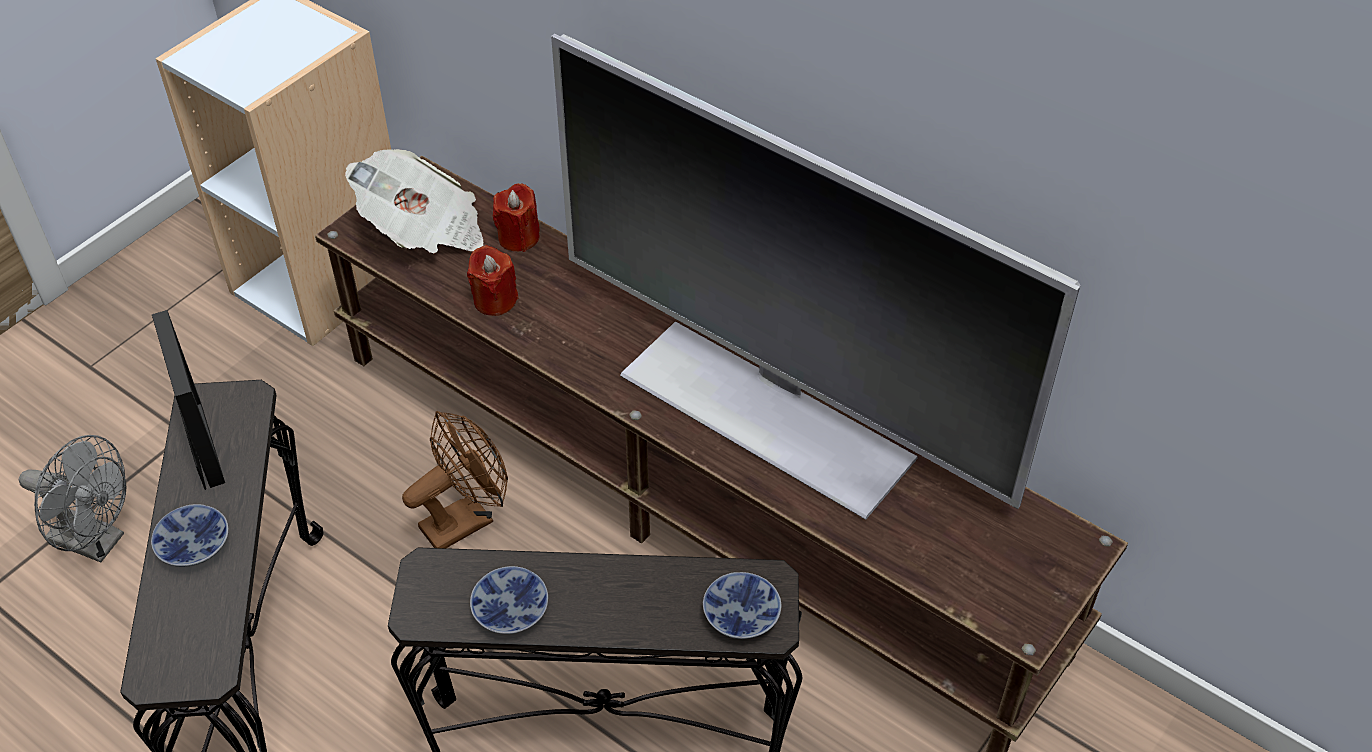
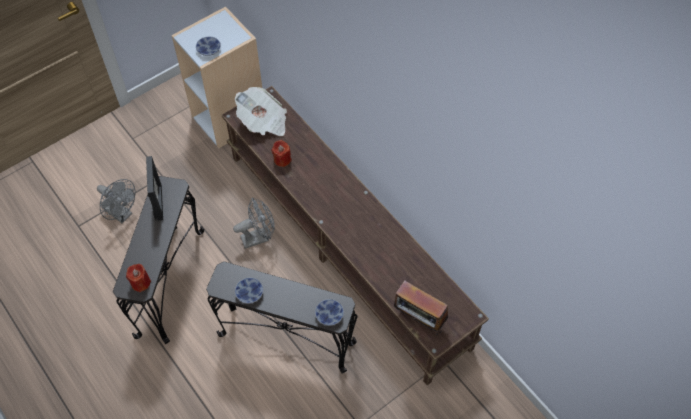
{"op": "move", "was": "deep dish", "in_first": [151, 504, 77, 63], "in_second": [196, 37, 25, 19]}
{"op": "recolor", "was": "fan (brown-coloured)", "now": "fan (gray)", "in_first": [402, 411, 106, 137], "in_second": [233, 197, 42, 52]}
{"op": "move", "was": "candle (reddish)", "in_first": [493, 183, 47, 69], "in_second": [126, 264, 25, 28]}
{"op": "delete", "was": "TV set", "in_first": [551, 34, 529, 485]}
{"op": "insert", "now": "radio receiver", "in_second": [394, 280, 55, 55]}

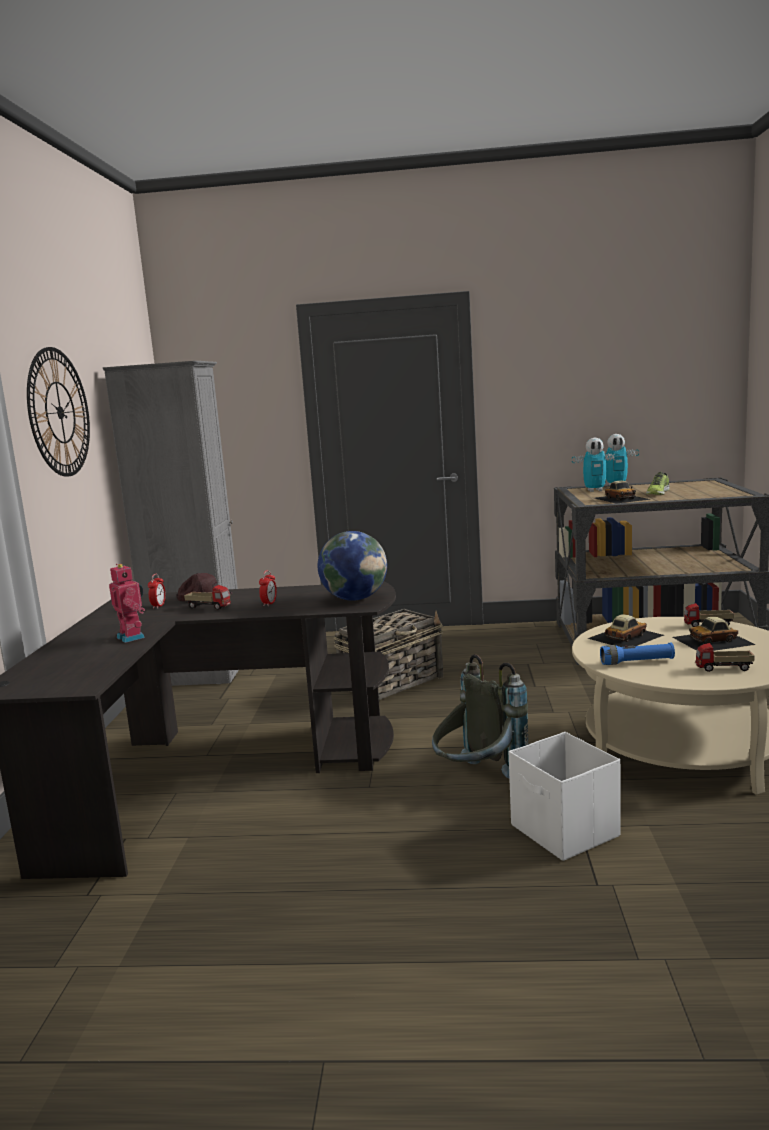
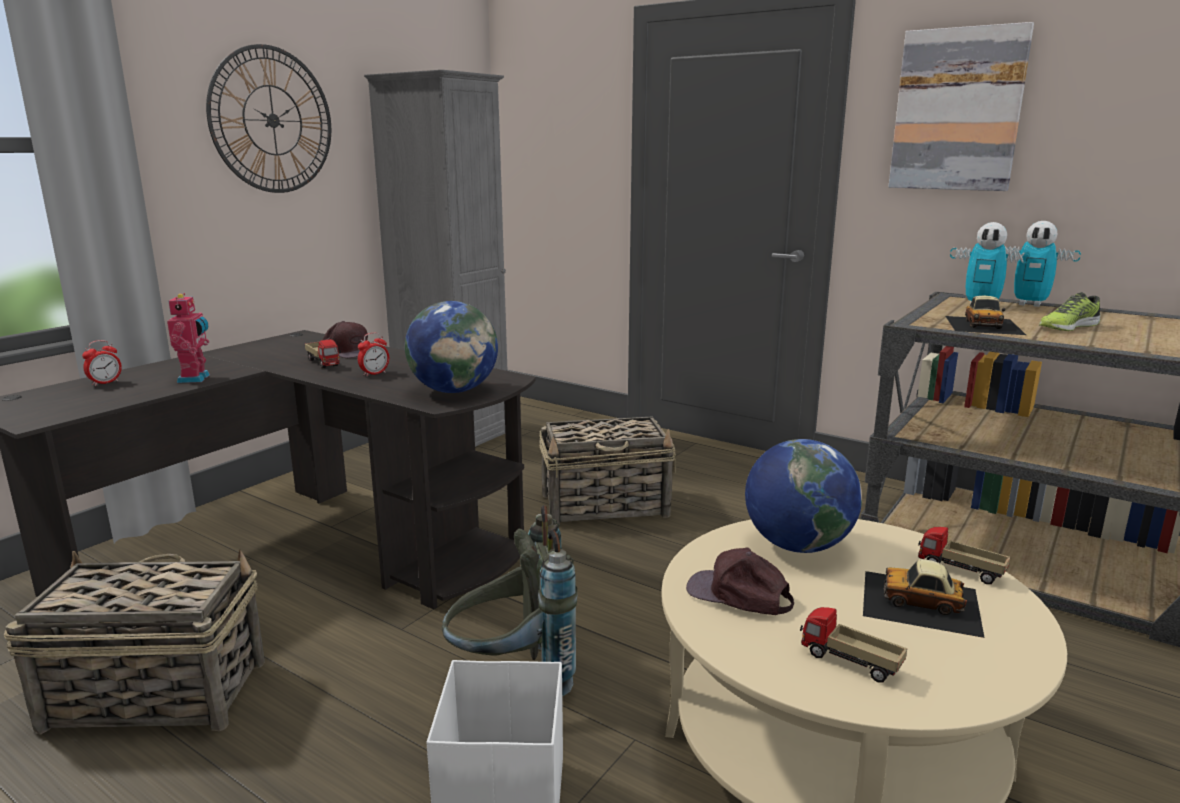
{"op": "move", "was": "alarm clock", "in_first": [148, 574, 18, 35], "in_second": [82, 340, 40, 46]}
{"op": "replace", "was": "miniature car", "now": "desk globe", "in_first": [587, 614, 77, 33], "in_second": [745, 439, 117, 114]}
{"op": "replace", "was": "hand torch (blue)", "now": "baseball cap (brown-coloured)", "in_first": [600, 643, 75, 22], "in_second": [686, 547, 108, 68]}
{"op": "insert", "now": "household basket", "in_second": [4, 550, 261, 185]}
{"op": "insert", "now": "wall art", "in_second": [888, 22, 146, 169]}

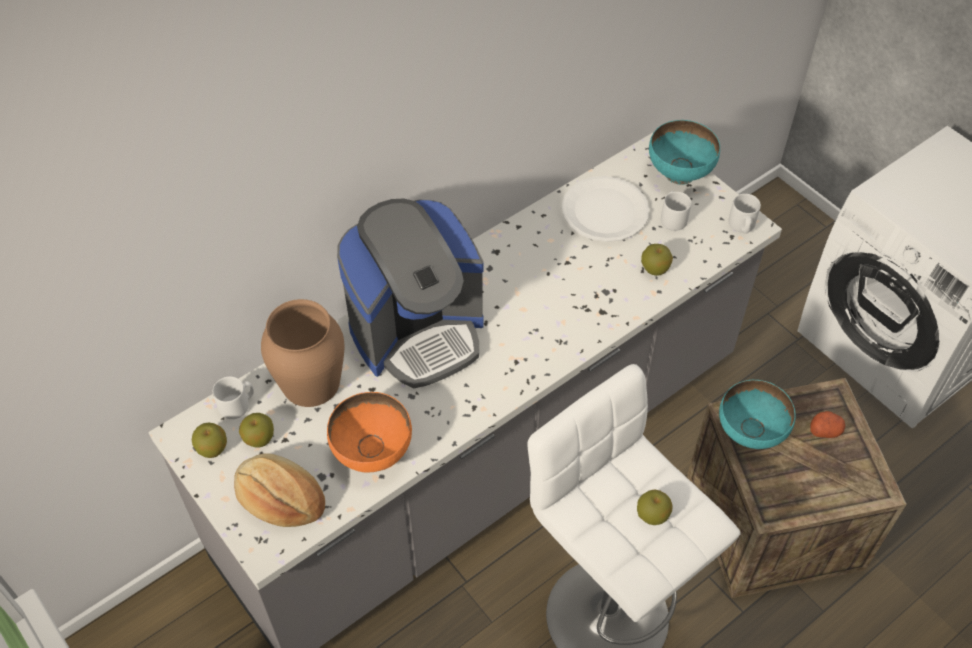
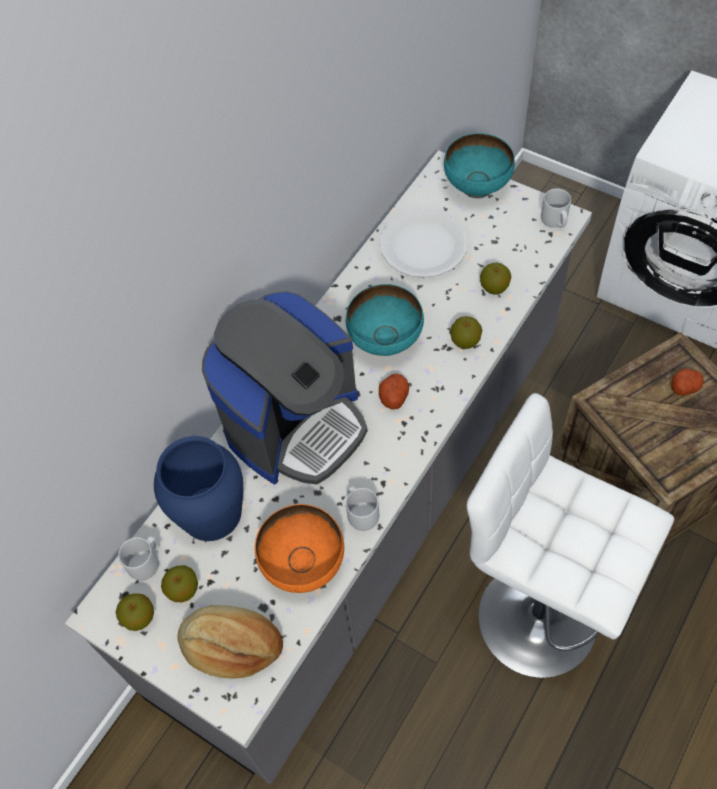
{"op": "recolor", "was": "decorative vase (brown-coloured)", "now": "decorative vase (blue)", "in_first": [261, 299, 84, 108], "in_second": [154, 436, 89, 105]}
{"op": "move", "was": "apple fruit", "in_first": [637, 489, 36, 36], "in_second": [450, 316, 32, 33]}
{"op": "move", "was": "tea mug (gray)", "in_first": [661, 191, 30, 40], "in_second": [346, 486, 33, 45]}
{"op": "move", "was": "deep dish (turquoise-coloured)", "in_first": [719, 380, 77, 69], "in_second": [346, 284, 78, 72]}
{"op": "insert", "now": "potato", "in_second": [379, 373, 30, 37]}

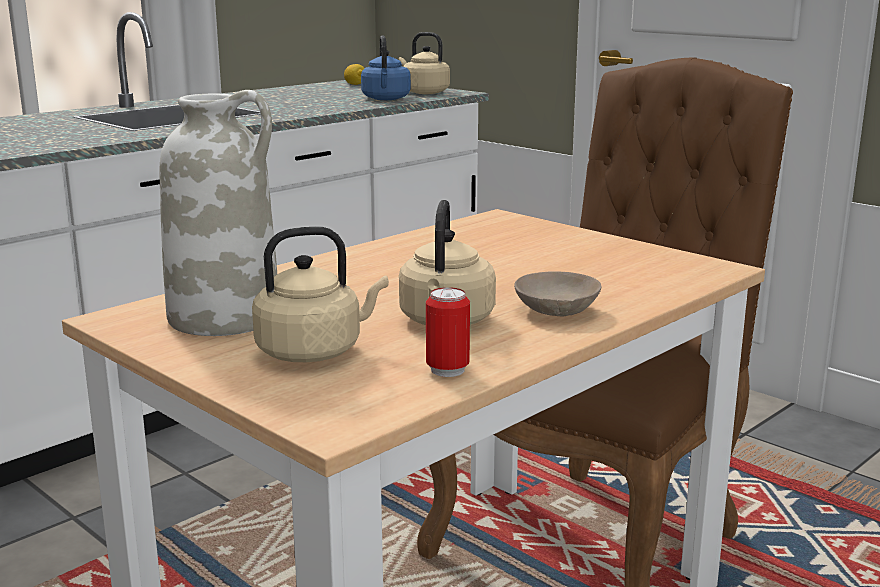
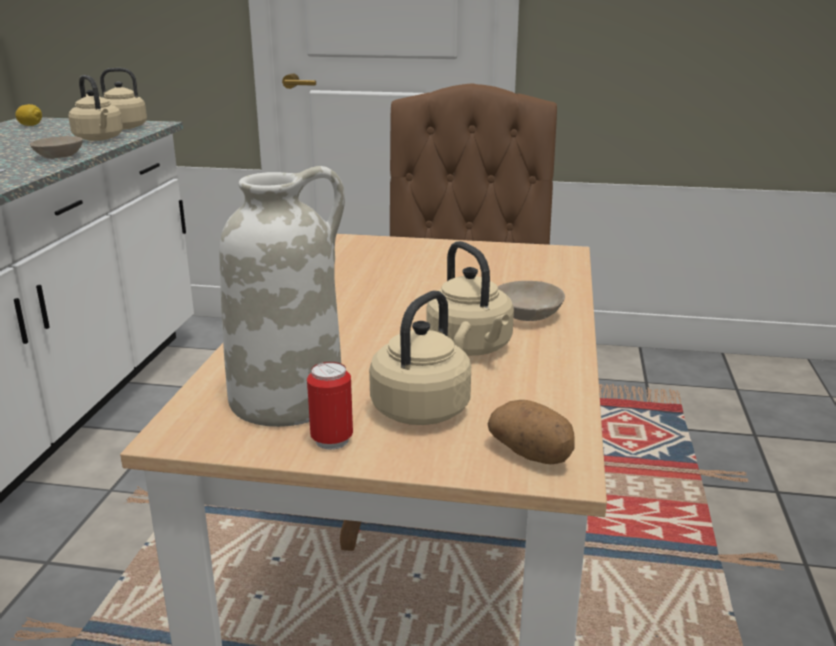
{"op": "recolor", "was": "water kettle (blue)", "now": "water kettle (beige-coloured)", "in_first": [361, 35, 50, 65], "in_second": [68, 75, 55, 66]}
{"op": "move", "was": "metal can", "in_first": [426, 287, 44, 90], "in_second": [307, 362, 46, 88]}
{"op": "insert", "now": "deep dish (beige-coloured)", "in_second": [30, 136, 53, 23]}
{"op": "insert", "now": "potato", "in_second": [488, 400, 86, 64]}

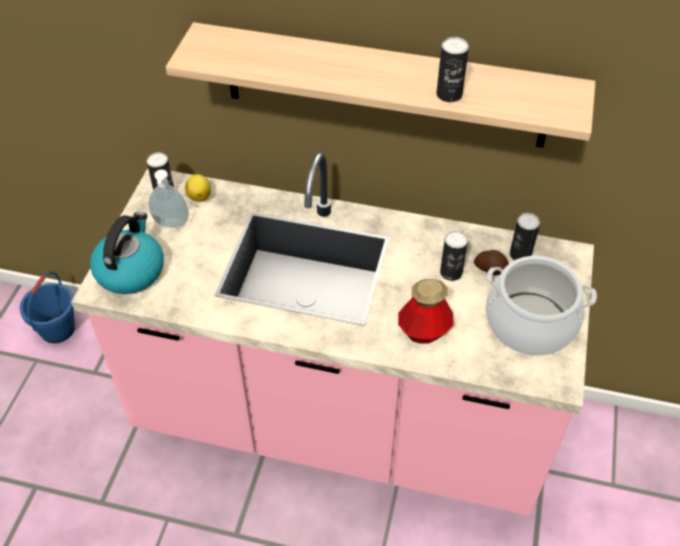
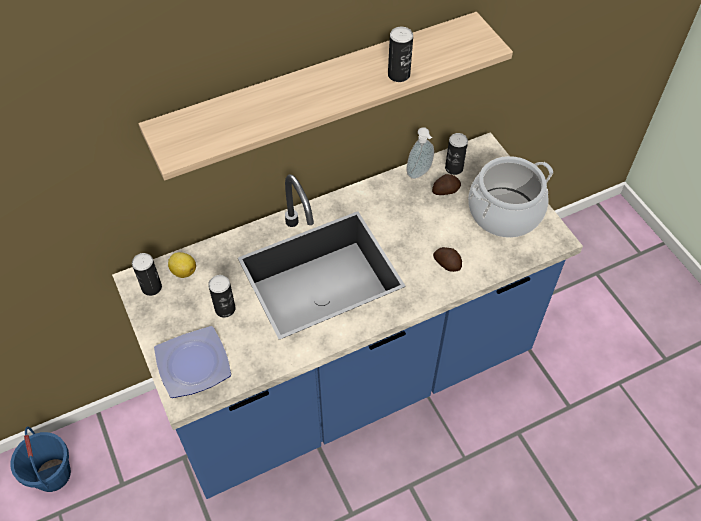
{"op": "recolor", "was": "kitchen counter (pink-coloured)", "now": "kitchen counter (blue)", "in_first": [71, 152, 523, 364], "in_second": [112, 132, 471, 367]}
{"op": "replace", "was": "water kettle", "now": "flat dish", "in_first": [90, 212, 74, 82], "in_second": [154, 326, 77, 72]}
{"op": "move", "was": "liquid soap bottle", "in_first": [149, 169, 40, 58], "in_second": [406, 127, 28, 52]}
{"op": "replace", "was": "bottle", "now": "potato", "in_first": [398, 279, 56, 65], "in_second": [433, 247, 29, 25]}
{"op": "move", "was": "metal can", "in_first": [440, 231, 28, 50], "in_second": [208, 275, 27, 43]}

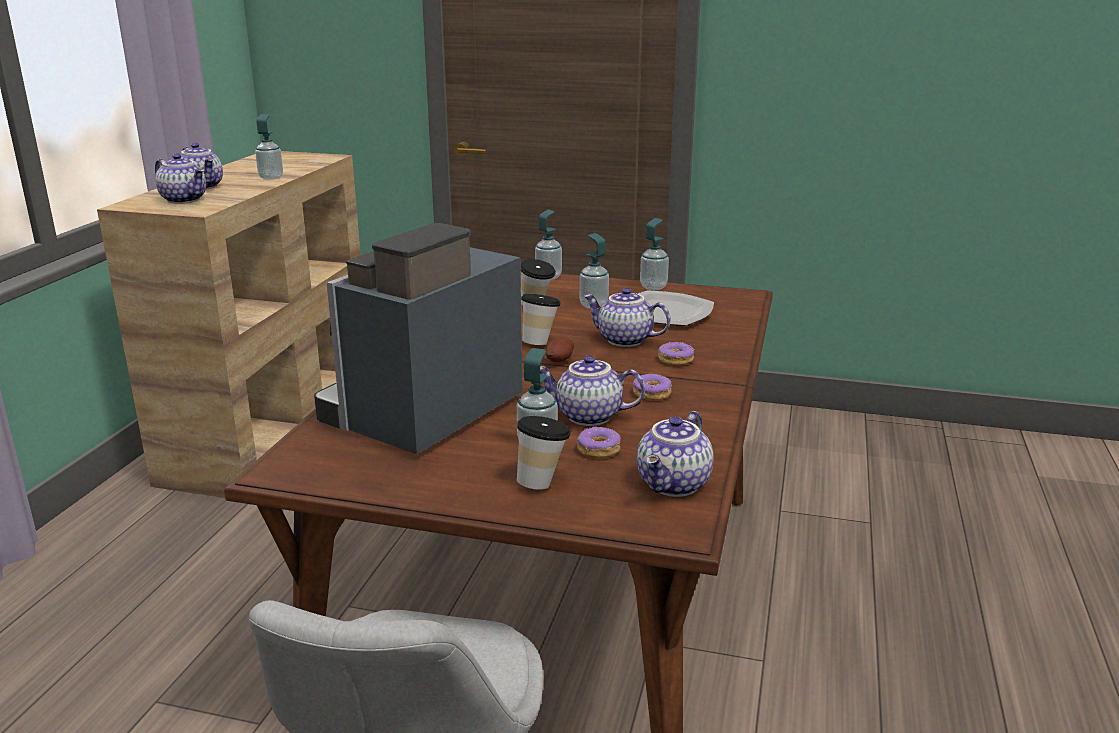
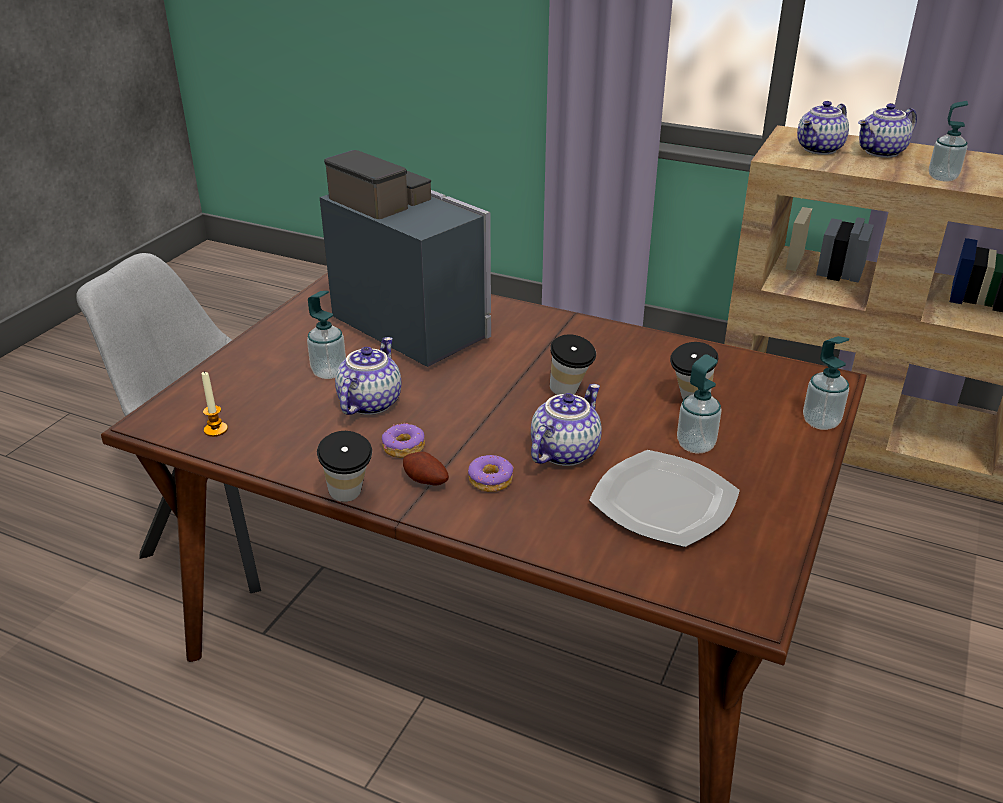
{"op": "move", "was": "drinking cup", "in_first": [517, 416, 54, 74], "in_second": [317, 431, 55, 71]}
{"op": "move", "was": "potato", "in_first": [546, 338, 28, 24], "in_second": [403, 452, 46, 33]}
{"op": "delete", "was": "donut", "in_first": [577, 426, 44, 33]}
{"op": "replace", "was": "pot for tea", "now": "candle", "in_first": [637, 411, 76, 86], "in_second": [201, 371, 27, 66]}
{"op": "delete", "was": "liquid soap bottle", "in_first": [640, 218, 29, 72]}

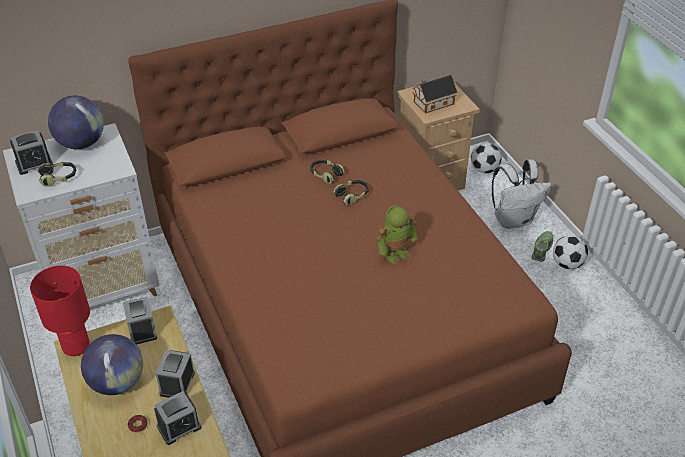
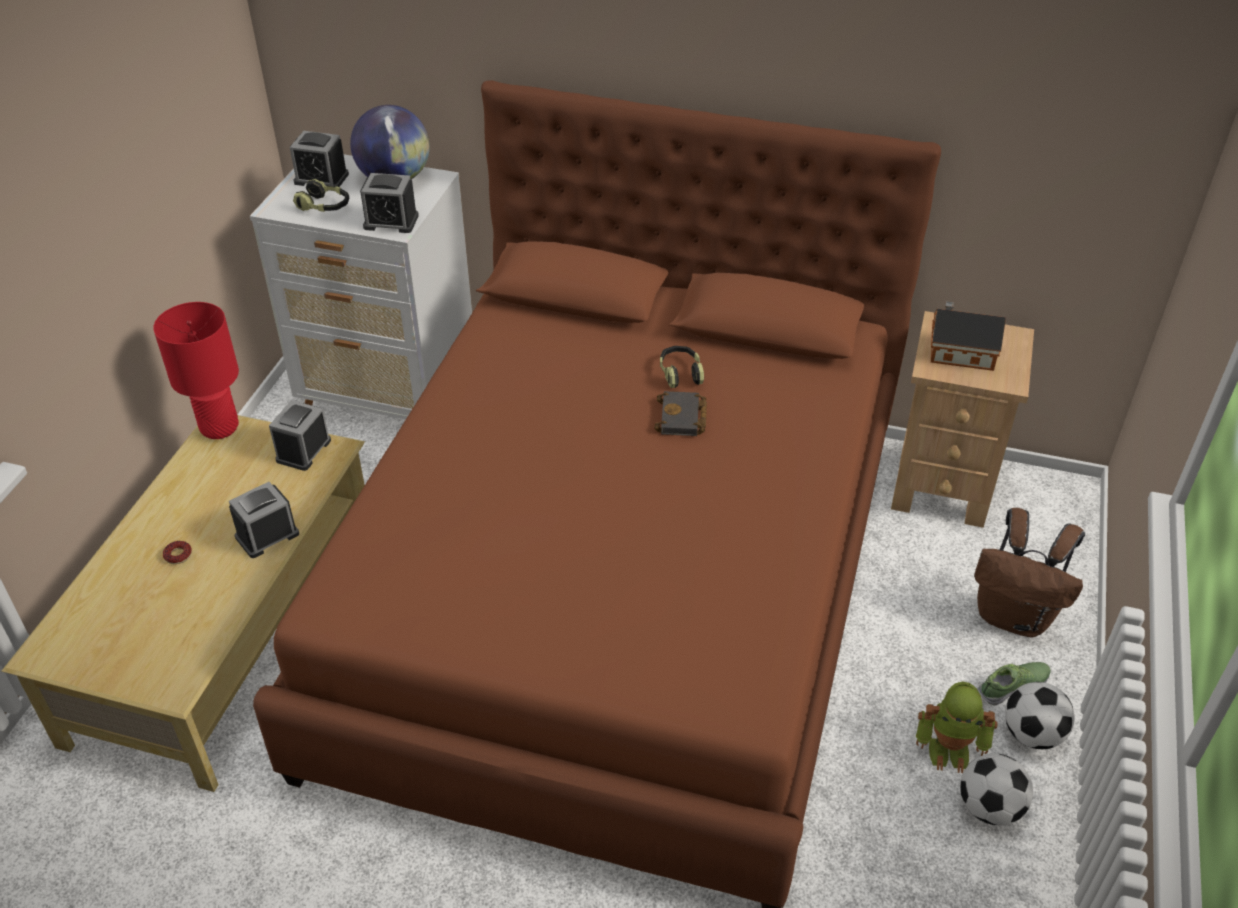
{"op": "delete", "was": "desk globe", "in_first": [81, 334, 62, 61]}
{"op": "move", "was": "alarm clock", "in_first": [154, 391, 47, 54], "in_second": [360, 173, 59, 60]}
{"op": "replace", "was": "headset", "now": "book (blackish)", "in_first": [333, 180, 36, 25], "in_second": [654, 391, 53, 45]}
{"op": "move", "was": "model robot", "in_first": [376, 205, 42, 60], "in_second": [916, 681, 81, 92]}
{"op": "move", "was": "ball for football", "in_first": [471, 143, 31, 30], "in_second": [960, 753, 73, 72]}
{"op": "recolor", "was": "knapsack (whitish)", "now": "knapsack (brown-coloured)", "in_first": [492, 159, 59, 70], "in_second": [974, 508, 111, 130]}

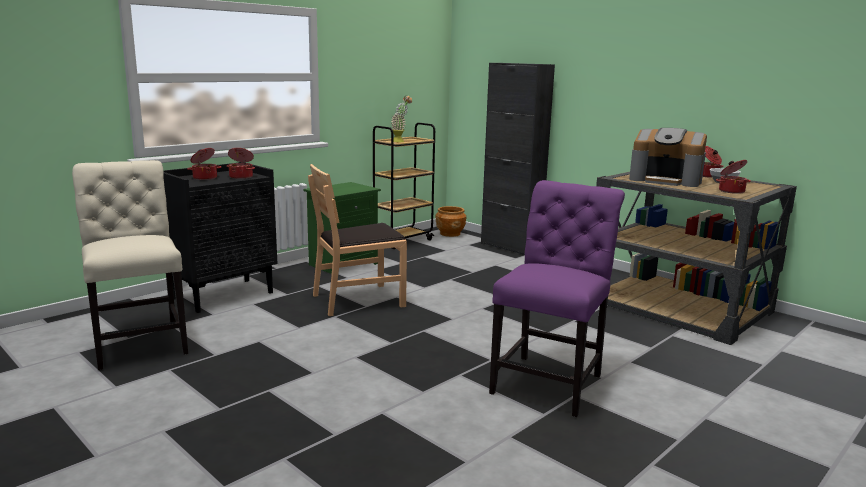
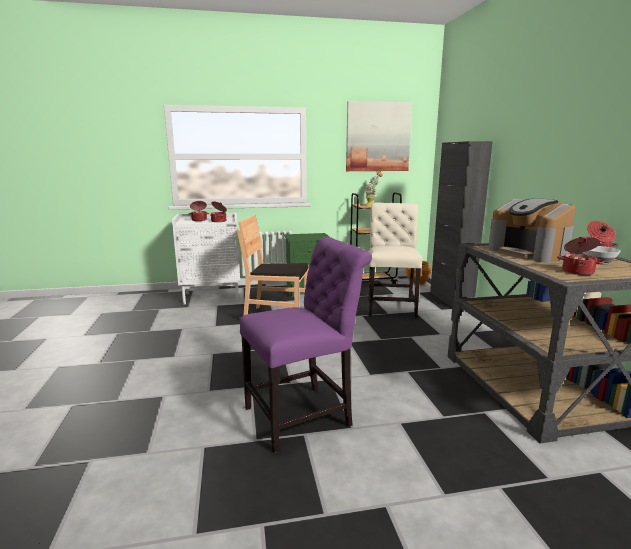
{"op": "move", "was": "chair (beige-coloured)", "in_first": [72, 160, 116, 210], "in_second": [368, 203, 54, 116]}
{"op": "recolor", "was": "cabinet (blackish)", "now": "cabinet (whitish)", "in_first": [163, 162, 114, 151], "in_second": [172, 212, 68, 93]}
{"op": "insert", "now": "wall art", "in_second": [346, 101, 66, 70]}

